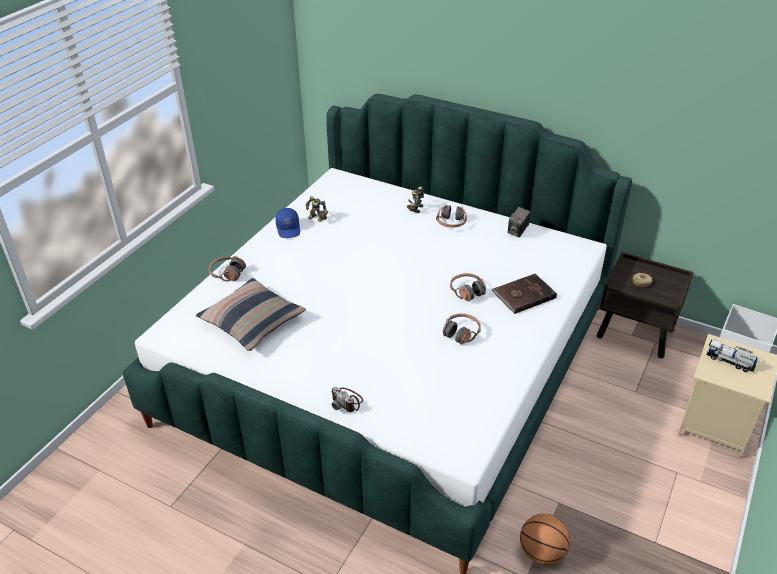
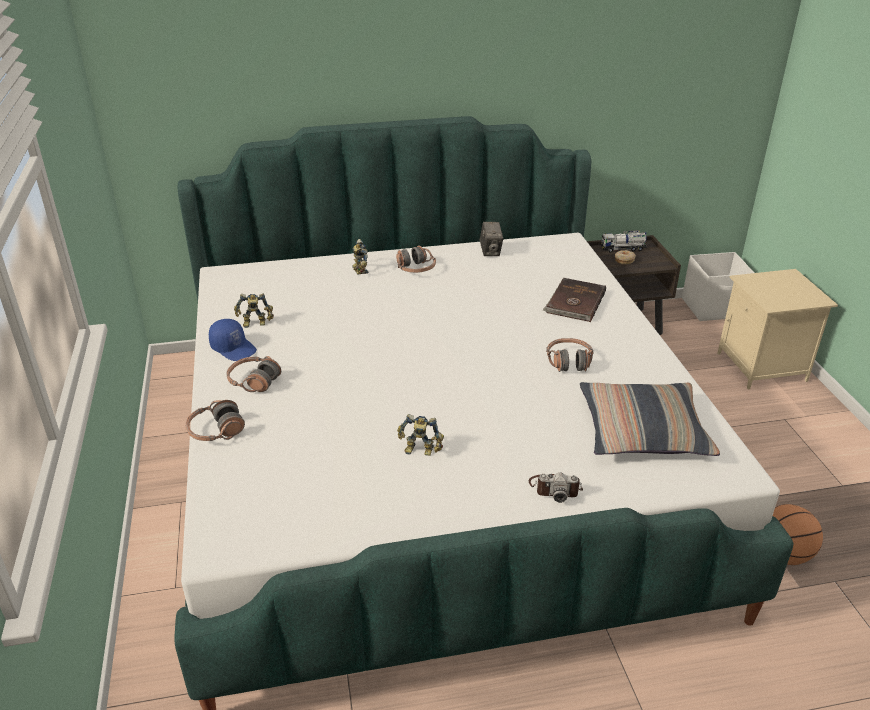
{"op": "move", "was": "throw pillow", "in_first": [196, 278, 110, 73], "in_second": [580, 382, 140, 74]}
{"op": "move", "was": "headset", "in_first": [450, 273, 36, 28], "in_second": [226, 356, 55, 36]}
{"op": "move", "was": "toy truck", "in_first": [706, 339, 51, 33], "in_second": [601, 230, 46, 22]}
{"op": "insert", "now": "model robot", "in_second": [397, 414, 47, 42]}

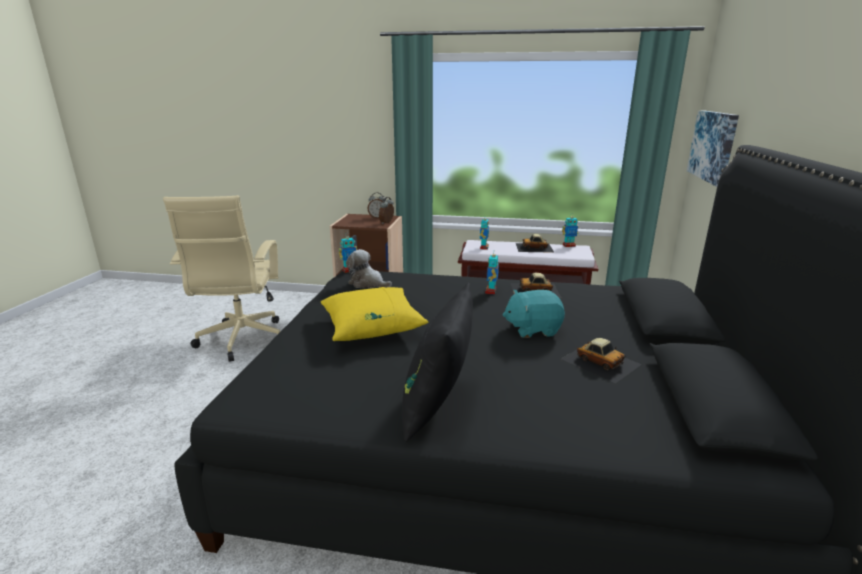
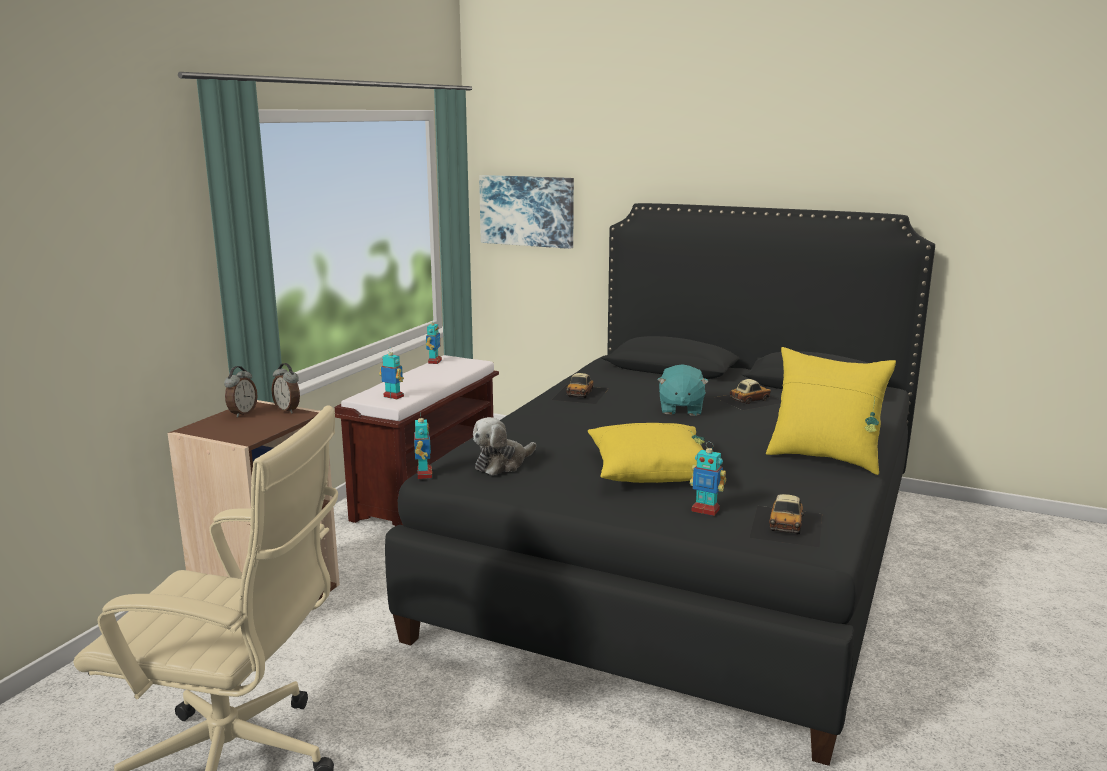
{"op": "recolor", "was": "throw pillow (blackish)", "now": "throw pillow (yellow)", "in_first": [402, 283, 71, 159], "in_second": [766, 347, 130, 128]}
{"op": "move", "was": "model robot", "in_first": [485, 253, 14, 42], "in_second": [690, 442, 36, 74]}
{"op": "move", "was": "miniature car", "in_first": [516, 234, 38, 19], "in_second": [749, 494, 73, 53]}

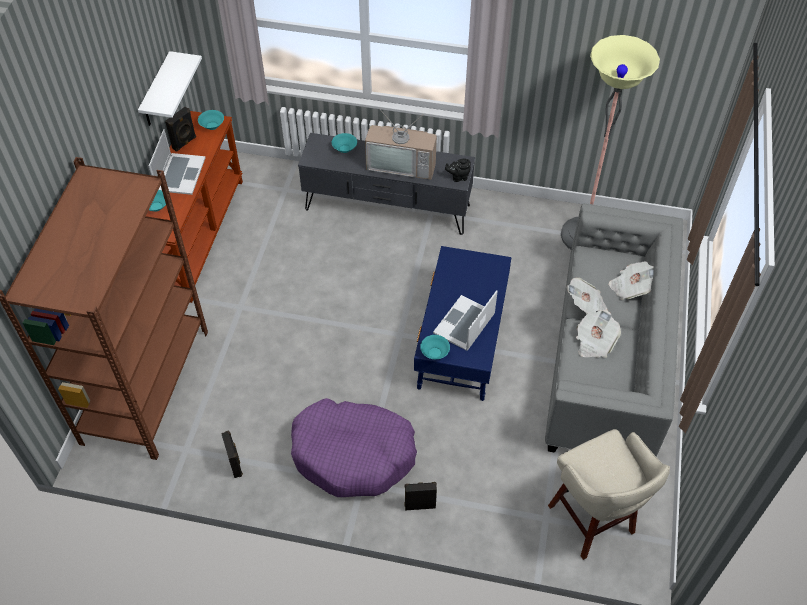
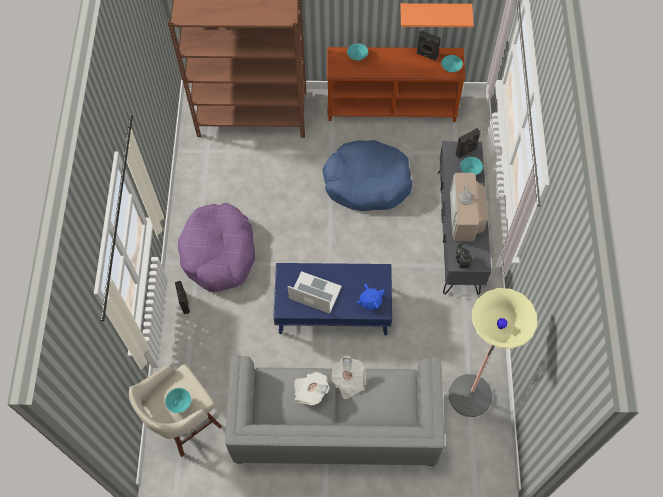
{"op": "recolor", "was": "shelf (whitish)", "now": "shelf (orange)", "in_first": [138, 51, 64, 75], "in_second": [400, 3, 74, 24]}
{"op": "delete", "was": "laptop", "in_first": [149, 129, 56, 66]}
{"op": "move", "was": "audio speaker (blackish)", "in_first": [221, 431, 22, 47], "in_second": [455, 128, 26, 31]}
{"op": "move", "was": "deep dish (turquoise-coloured)", "in_first": [420, 335, 30, 24], "in_second": [165, 388, 26, 25]}
{"op": "delete", "was": "newspaper", "in_first": [609, 261, 45, 39]}
{"op": "insert", "now": "pet bed (blue)", "in_second": [322, 140, 90, 71]}
{"op": "insert", "now": "pot for tea (blue)", "in_second": [357, 284, 29, 26]}

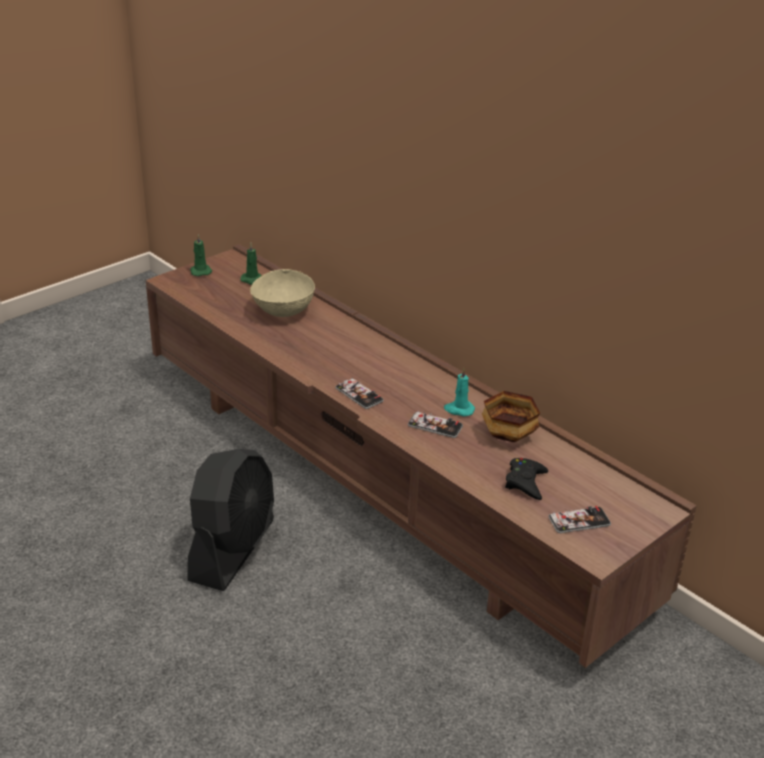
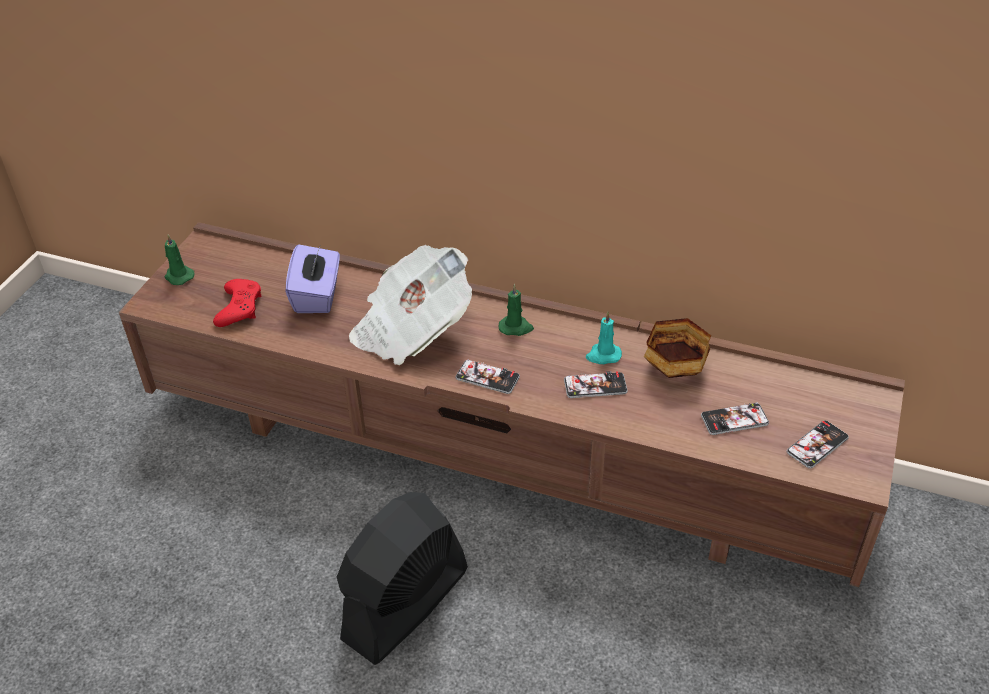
{"op": "rotate", "was": "fan (blackish)", "in_first": [187, 449, 87, 142], "in_second": [337, 492, 131, 173], "clockwise": -135}
{"op": "move", "was": "candle (green-coloured)", "in_first": [240, 243, 22, 42], "in_second": [499, 284, 35, 52]}
{"op": "replace", "was": "deep dish (beige-coloured)", "now": "tissue holder (purplish)", "in_first": [250, 269, 65, 48], "in_second": [286, 244, 54, 69]}
{"op": "replace", "was": "gamepad (blackish)", "now": "telephone", "in_first": [505, 458, 43, 42], "in_second": [701, 402, 68, 33]}
{"op": "insert", "now": "gamepad (reddish)", "in_second": [213, 279, 49, 48]}
{"op": "insert", "now": "newspaper", "in_second": [349, 245, 123, 120]}

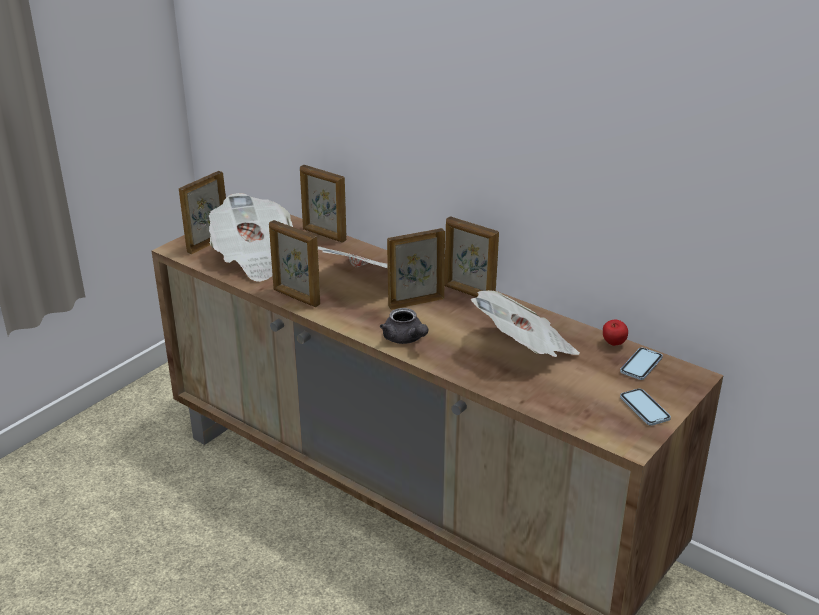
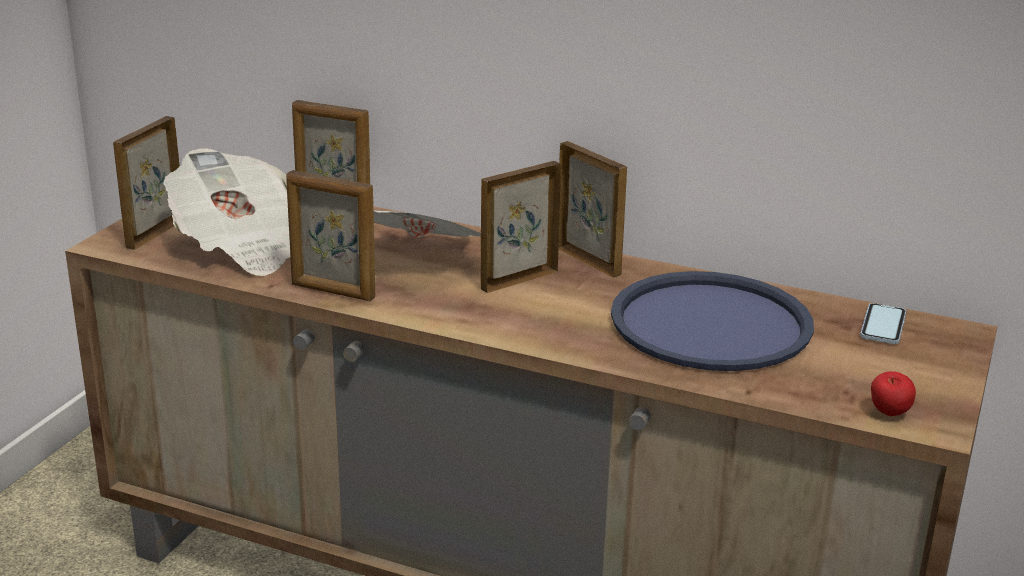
{"op": "delete", "was": "pot for tea (gray)", "in_first": [380, 308, 48, 36]}
{"op": "rotate", "was": "photo frame", "in_first": [444, 216, 55, 81], "in_second": [558, 141, 69, 137], "clockwise": -150}
{"op": "replace", "was": "newspaper", "now": "carrying tray (blue)", "in_first": [471, 290, 109, 67], "in_second": [611, 271, 203, 100]}
{"op": "move", "was": "apple fruit", "in_first": [603, 320, 25, 26], "in_second": [871, 371, 45, 45]}
{"op": "delete", "was": "telephone", "in_first": [620, 388, 51, 38]}

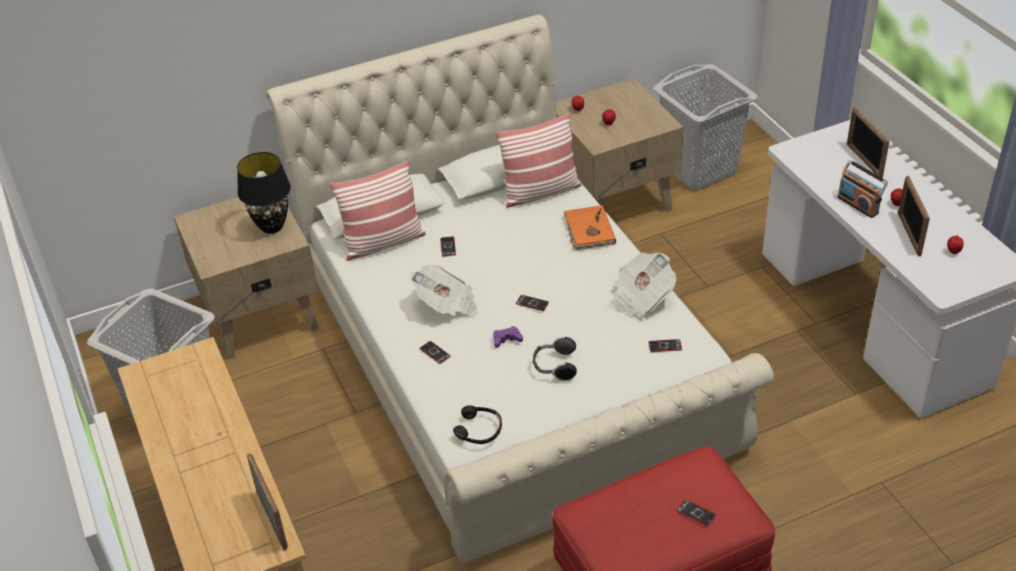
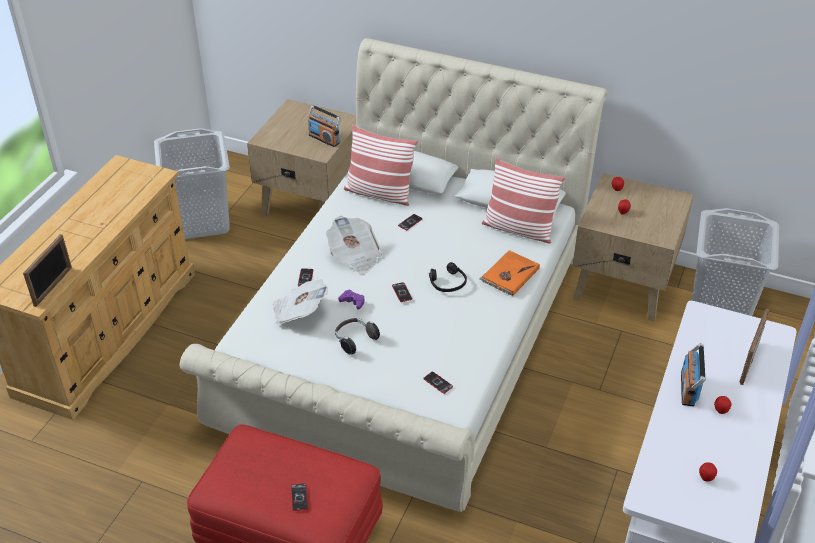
{"op": "replace", "was": "lamp for a table (blackish)", "now": "radio receiver", "in_first": [237, 152, 54, 82], "in_second": [308, 105, 33, 42]}
{"op": "move", "was": "headset (blackish)", "in_first": [453, 405, 49, 39], "in_second": [429, 262, 38, 30]}
{"op": "move", "was": "newspaper", "in_first": [609, 253, 67, 65], "in_second": [273, 279, 55, 45]}
{"op": "delete", "was": "photo frame", "in_first": [898, 176, 32, 80]}

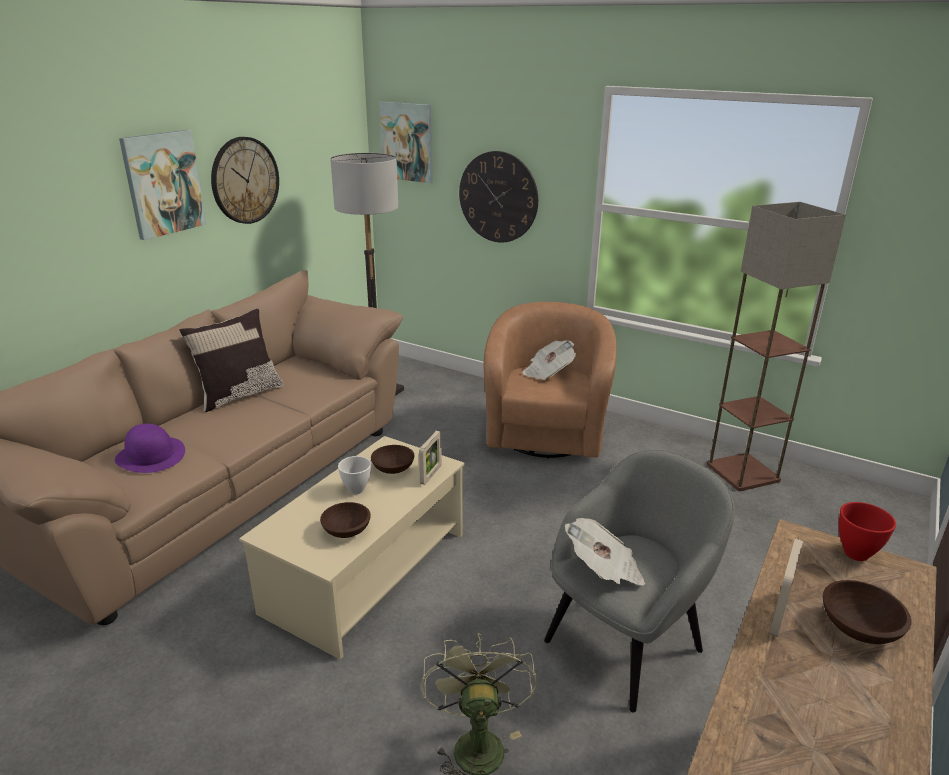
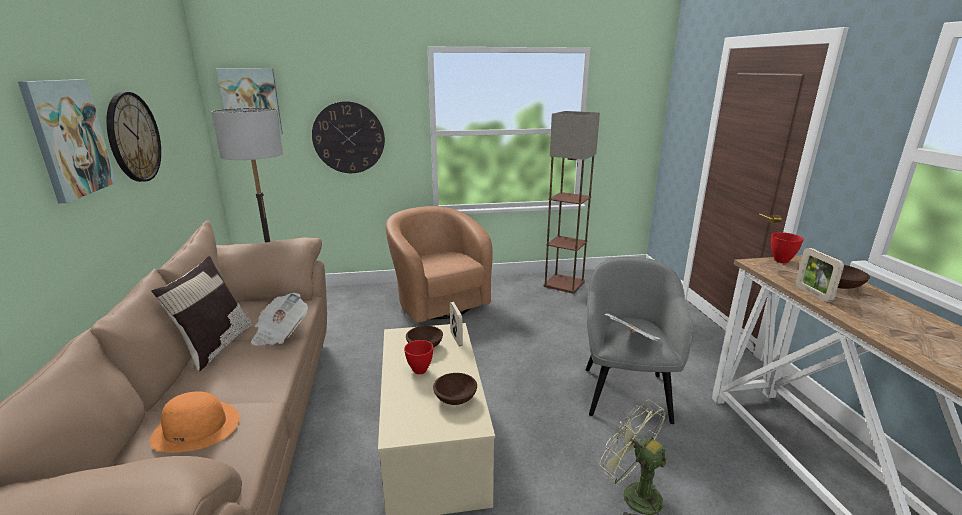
{"op": "recolor", "was": "clothing hat (purplish)", "now": "clothing hat (orange)", "in_first": [115, 424, 70, 49], "in_second": [150, 391, 90, 61]}
{"op": "recolor", "was": "deep dish (whitish)", "now": "deep dish (reddish)", "in_first": [338, 456, 33, 38], "in_second": [404, 340, 29, 34]}
{"op": "move", "was": "newspaper", "in_first": [523, 340, 53, 40], "in_second": [251, 293, 57, 53]}

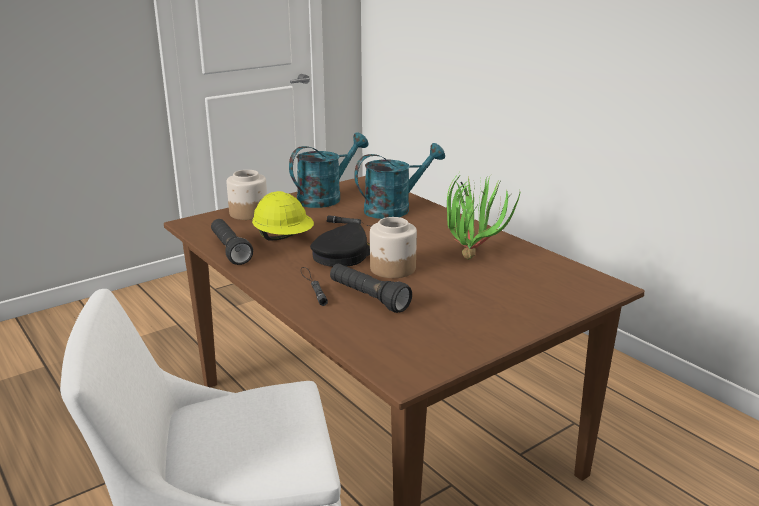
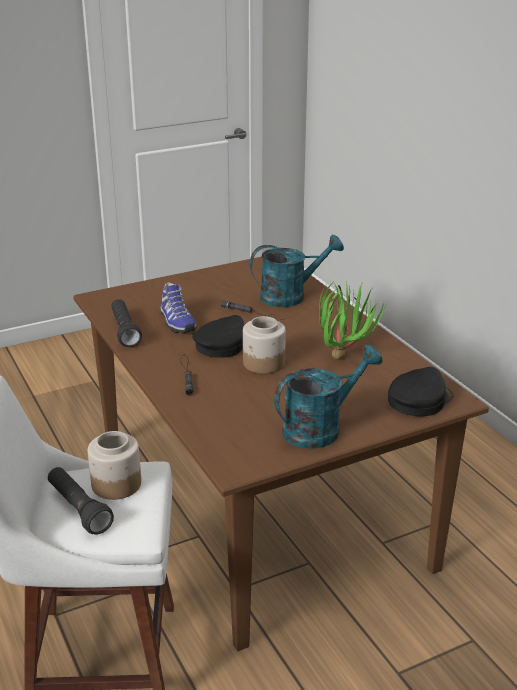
{"op": "move", "was": "preserve jar", "in_first": [227, 170, 40, 50], "in_second": [88, 431, 53, 69]}
{"op": "replace", "was": "safety helmet (yellow)", "now": "item of footwear", "in_first": [252, 191, 62, 49], "in_second": [161, 283, 35, 50]}
{"op": "move", "was": "watering pot (turquoise-coloured)", "in_first": [289, 132, 79, 76], "in_second": [274, 345, 109, 104]}
{"op": "move", "was": "hand torch (blackish)", "in_first": [330, 264, 82, 49], "in_second": [48, 467, 66, 68]}
{"op": "insert", "now": "baseball cap (blackish)", "in_second": [388, 367, 66, 50]}

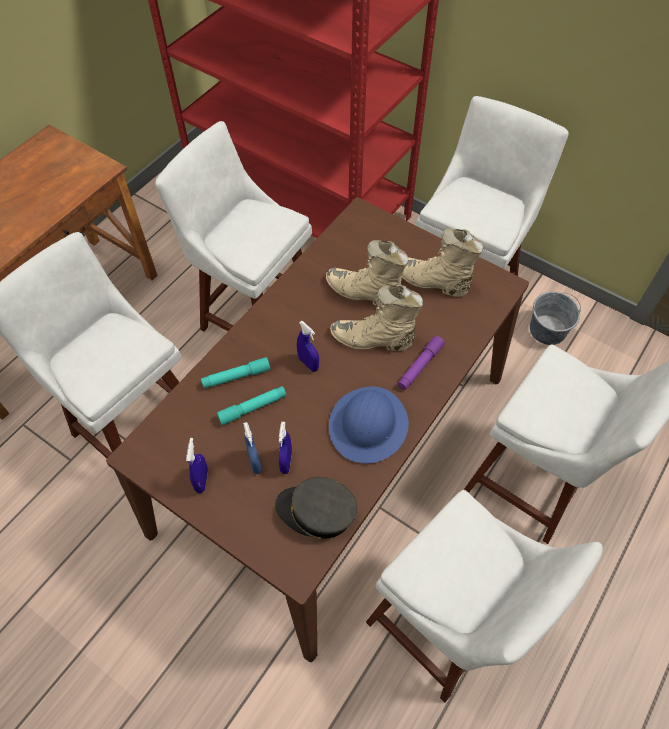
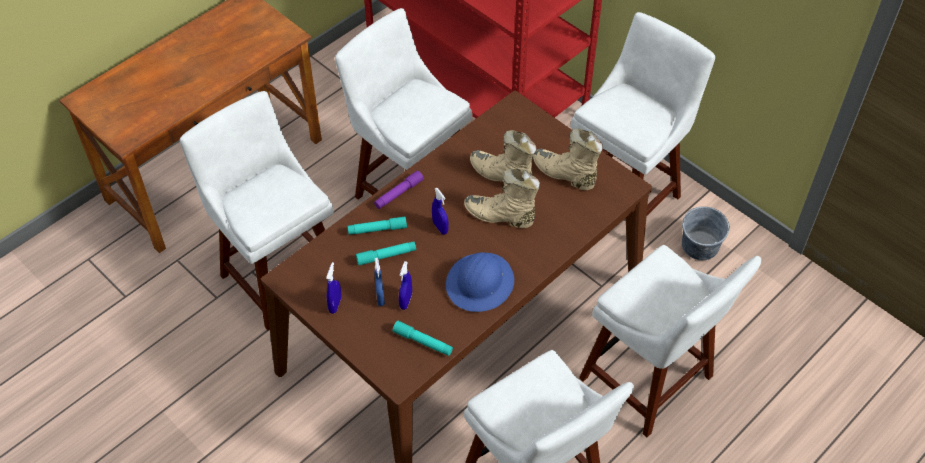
{"op": "replace", "was": "baseball cap (gray)", "now": "hand torch (turquoise-coloured)", "in_first": [275, 477, 82, 62], "in_second": [393, 321, 60, 35]}
{"op": "move", "was": "hand torch (purplish)", "in_first": [398, 336, 47, 54], "in_second": [374, 171, 50, 38]}

